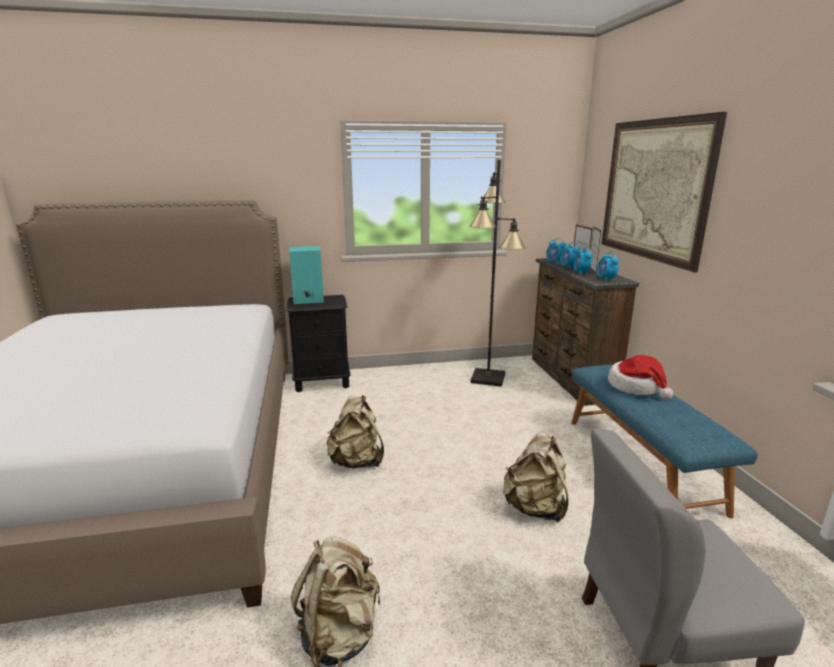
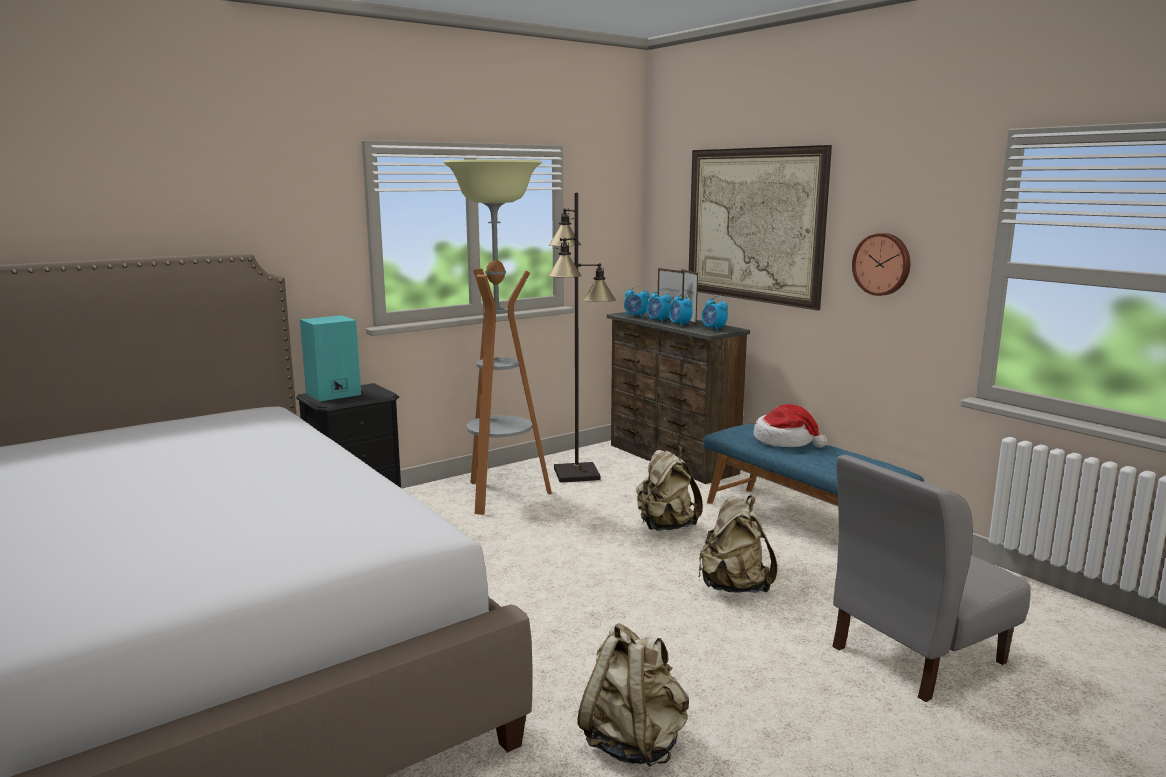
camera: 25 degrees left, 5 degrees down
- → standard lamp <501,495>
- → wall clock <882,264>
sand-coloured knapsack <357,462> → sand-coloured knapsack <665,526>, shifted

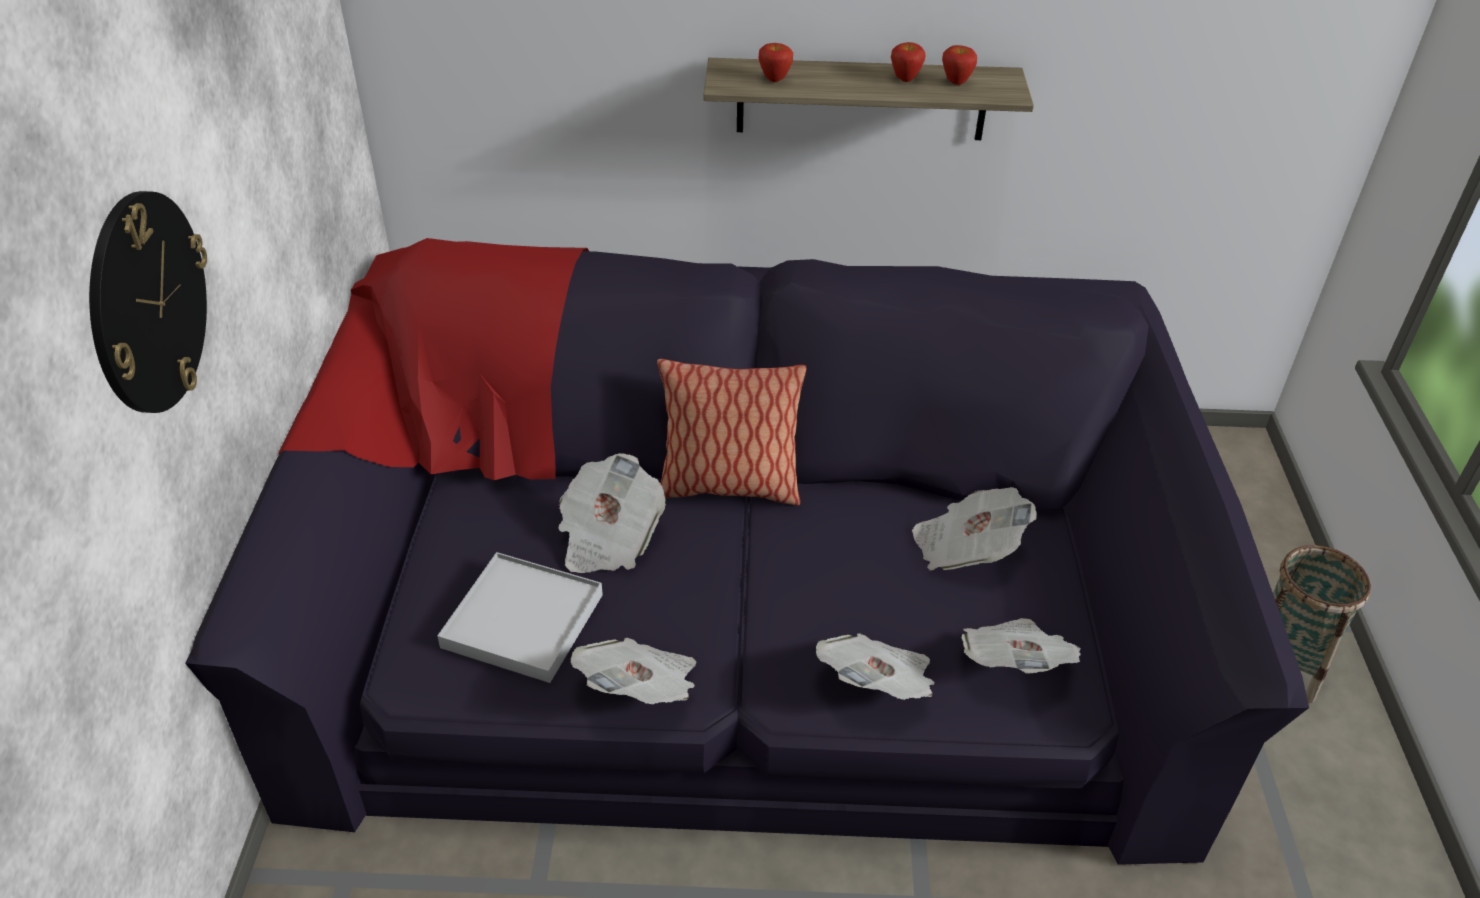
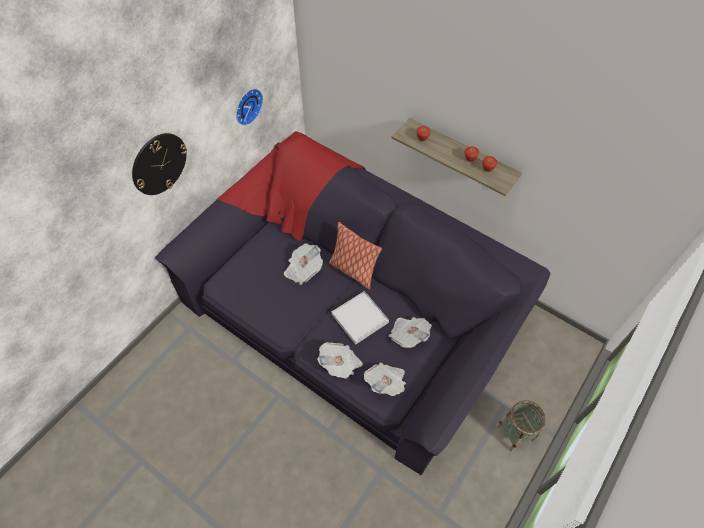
camera: 35 degrees right, 15 degrees up
newspaper <641,690> → -
- → wall clock <247,105>
white-coloured serving tray <523,621> → white-coloured serving tray <360,318>, shifted

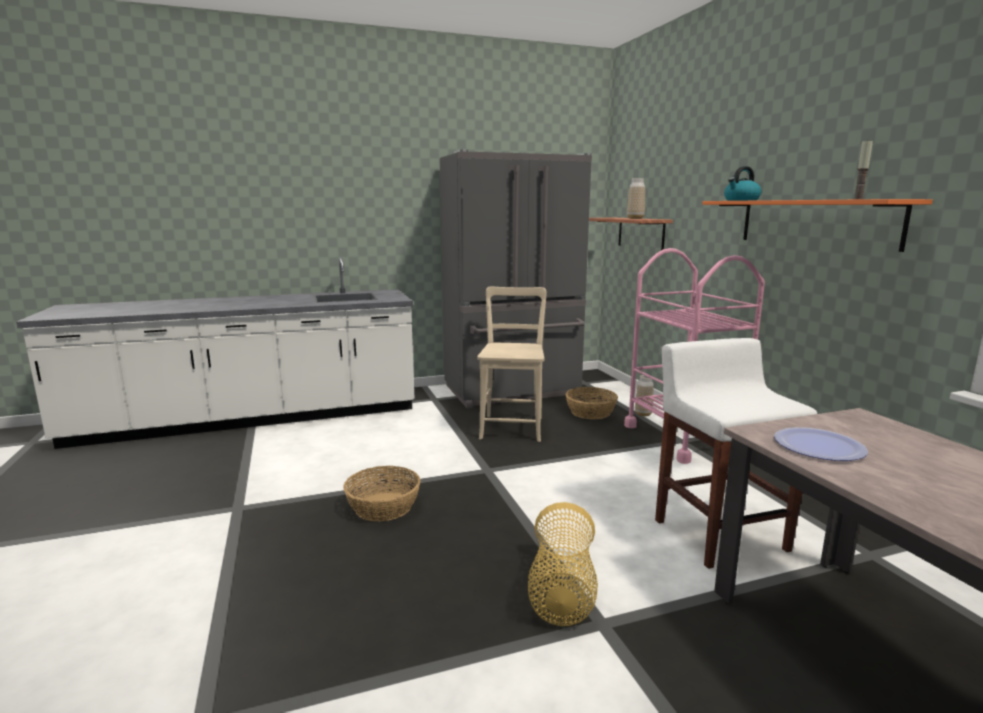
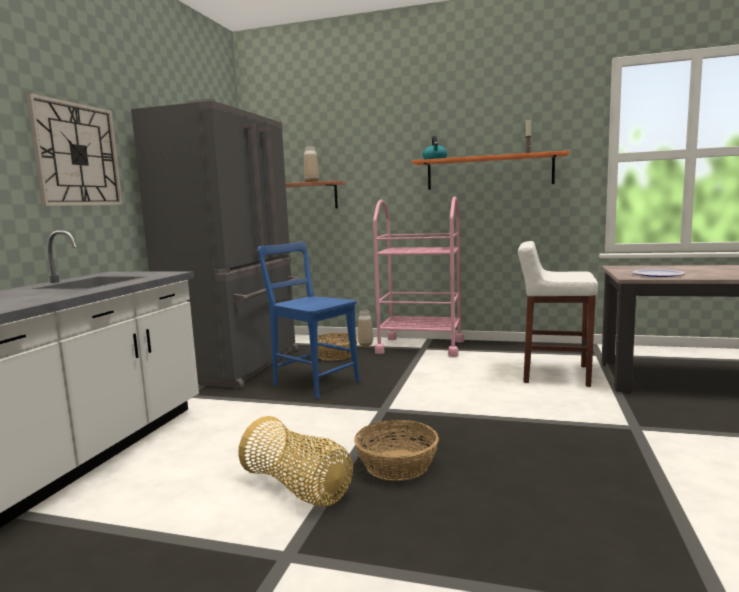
camera: 55 degrees left, 5 degrees down
- → wall clock <77,155>
household basket <561,591> → household basket <298,489>, shifted
sand-coloured upright chair <512,426> → bluish upright chair <313,382>

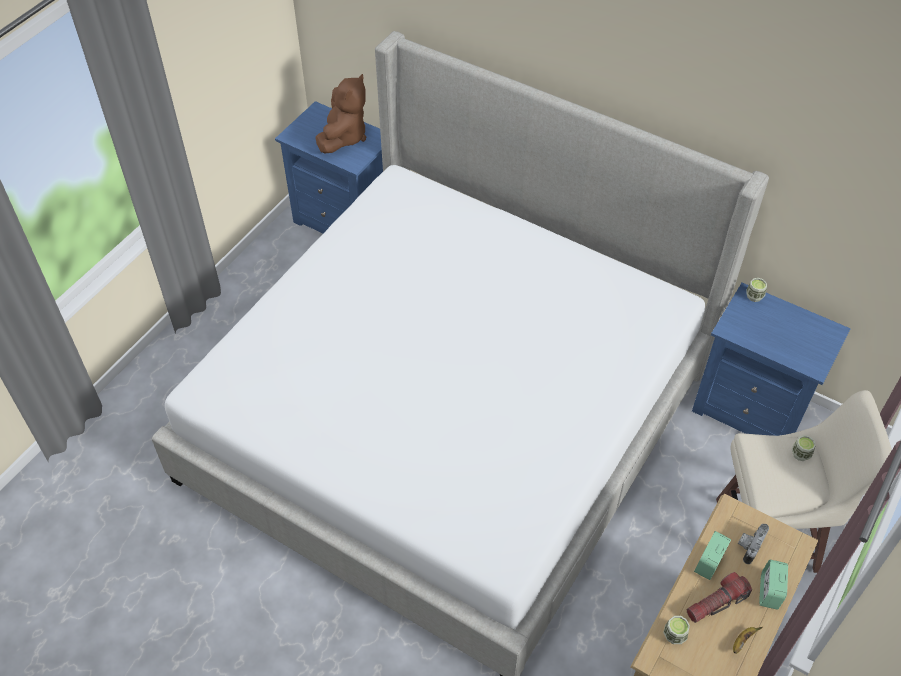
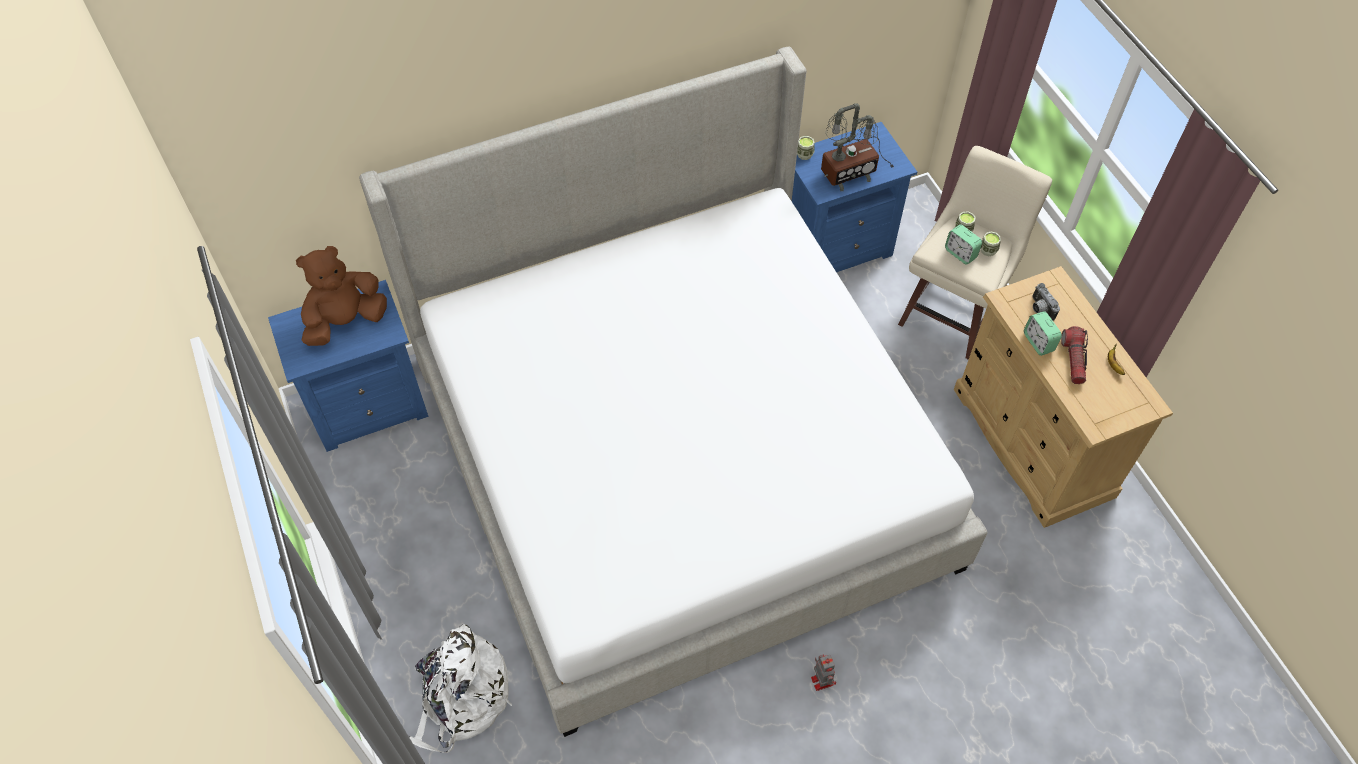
camera: 55 degrees left, 5 degrees up
- → white-coloured knapsack <461,699>
- → model robot <821,680>
- → tabletop lamp <852,168>
drinking cup <674,635> → drinking cup <988,250>, shifted
alarm clock <769,592> → alarm clock <960,253>, shifted
brown soft toy <344,137> → brown soft toy <346,321>, 90 degrees counterclockwise

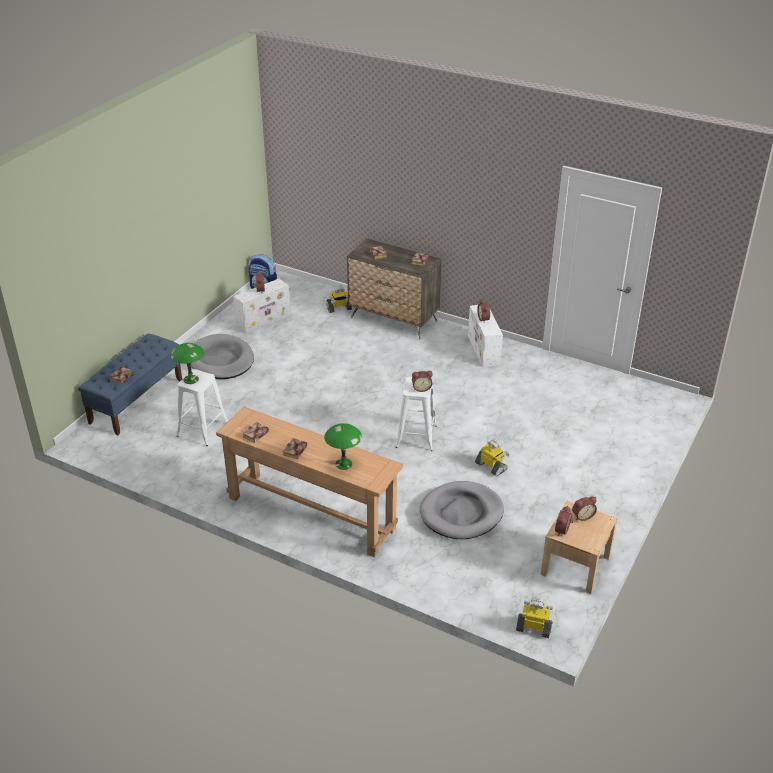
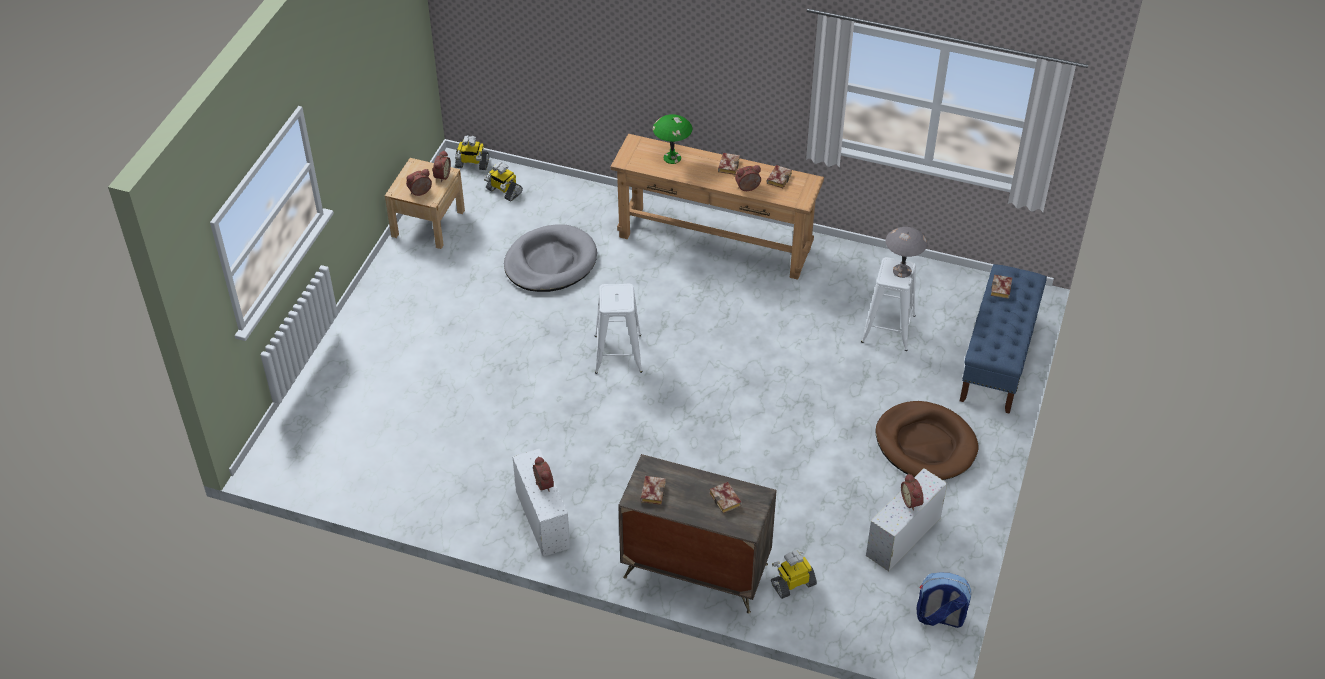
camera: 170 degrees right, 10 degrees up
alarm clock <421,388> → alarm clock <748,188>, shifted
model robot <491,466> → model robot <503,191>, shifted
green-coloured tabletop lamp <191,379> → greyish tabletop lamp <901,271>
greyish dog cushion <221,360> → brown dog cushion <925,444>

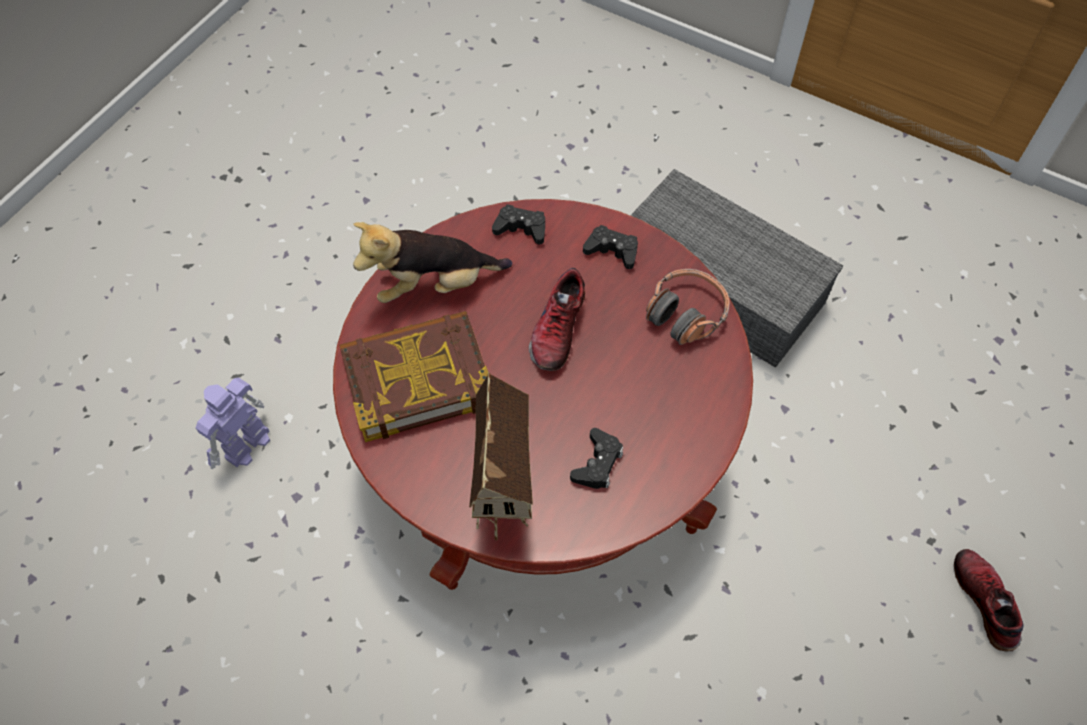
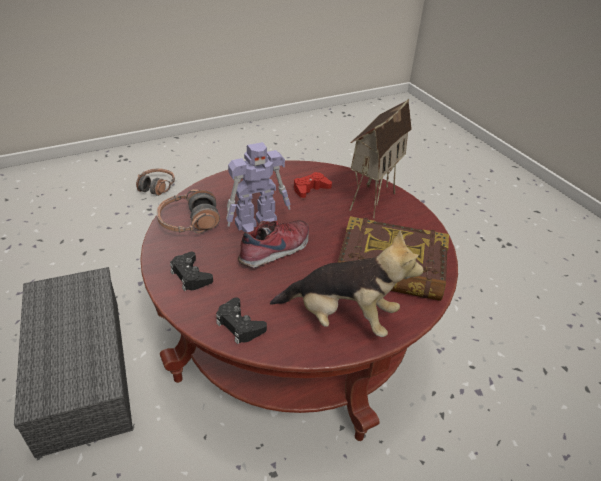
camera: 150 degrees left, 20 degrees down
model robot <245,445> → model robot <257,223>, shifted
item of footwear <986,601> → headset <156,187>
black joypad <597,463> → red joypad <310,189>

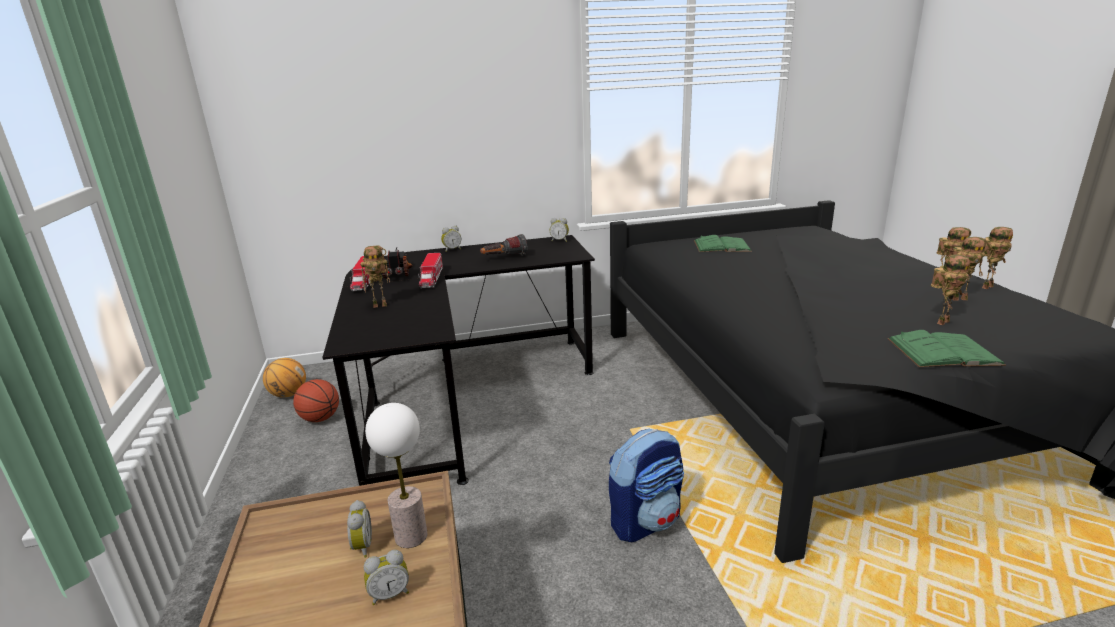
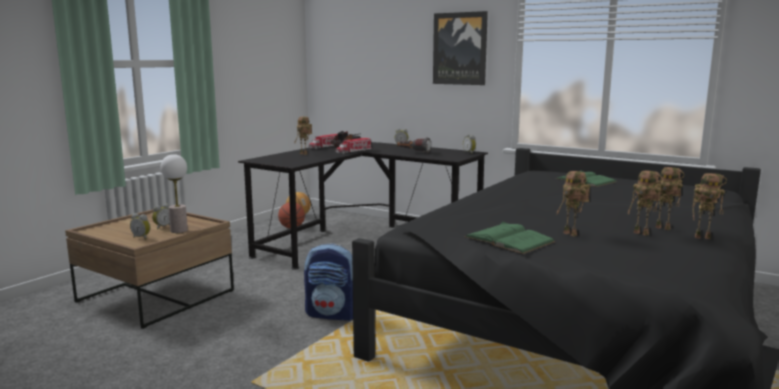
camera: 45 degrees right, 10 degrees down
- → wall art <460,48>
model robot <941,321> → model robot <572,234>, 45 degrees clockwise

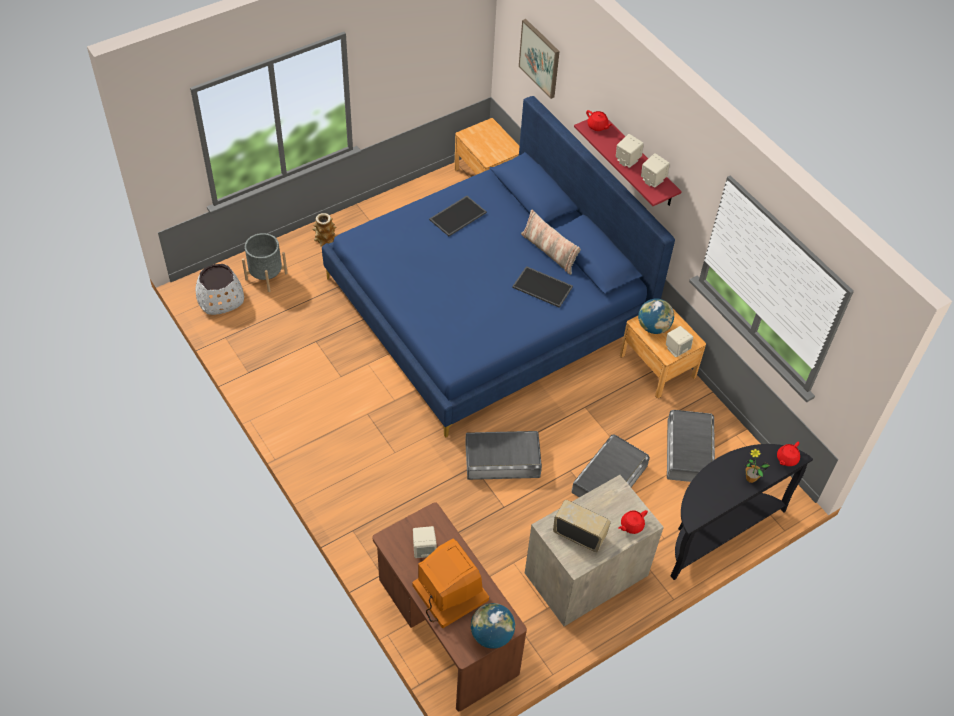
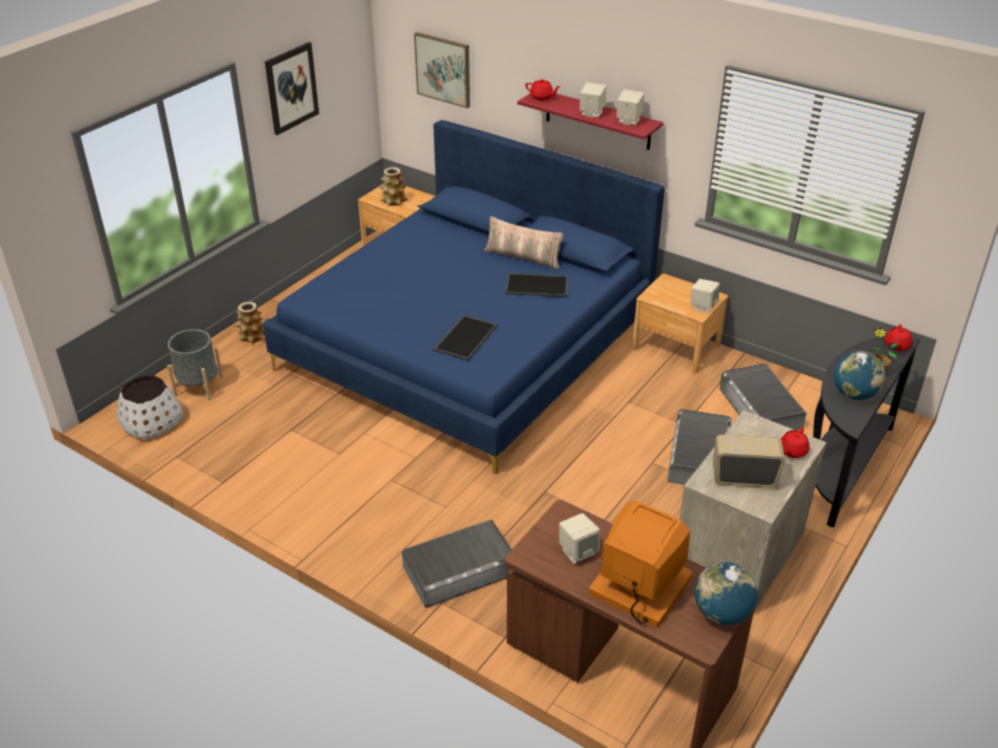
camera: 20 degrees left, 15 degrees down
- → wall art <291,88>
- → flower vase <393,201>
serving tray <457,215> → serving tray <465,337>, shifted
greyish storage container <502,460> → greyish storage container <459,570>, shifted
globe <653,327> → globe <854,394>, shifted

